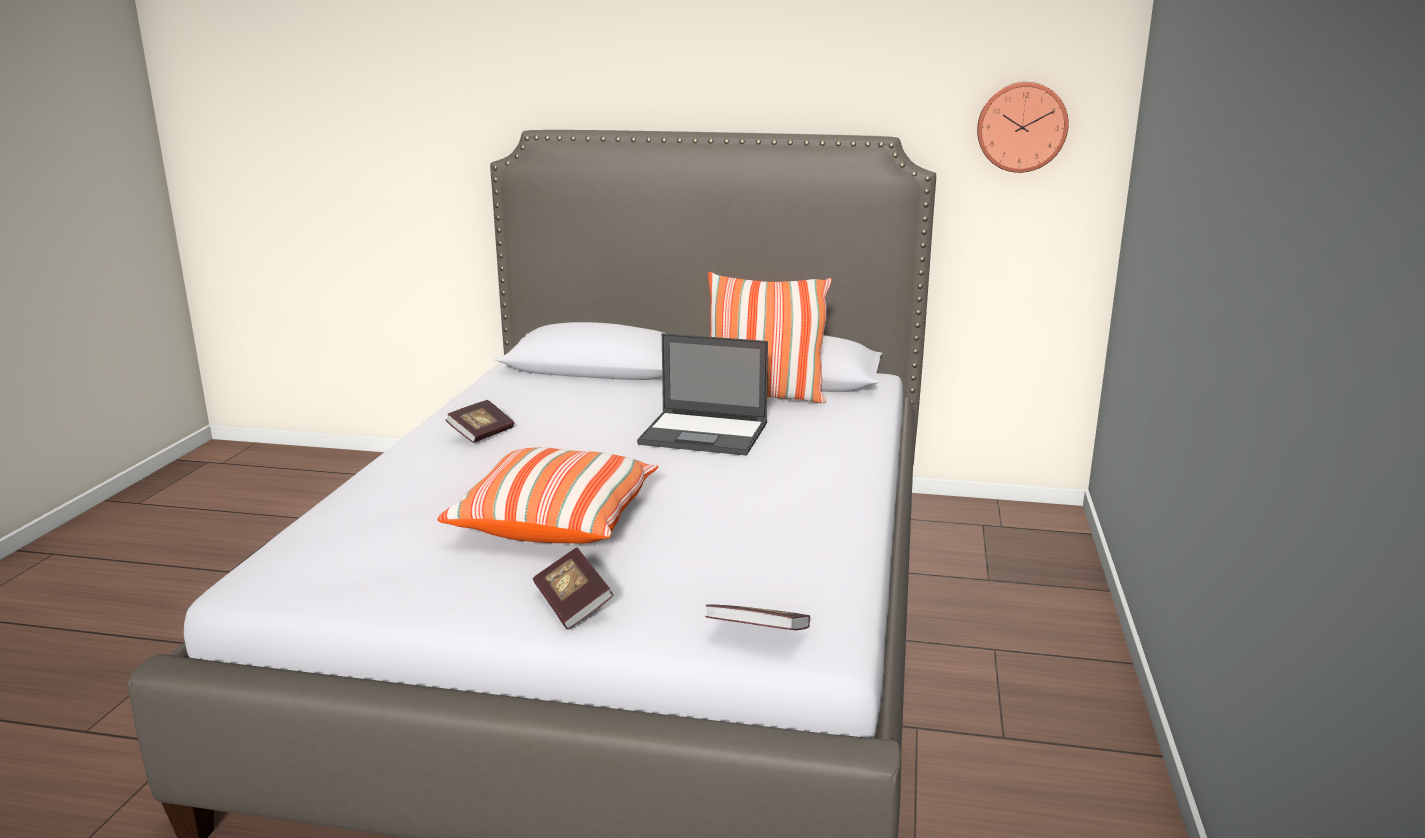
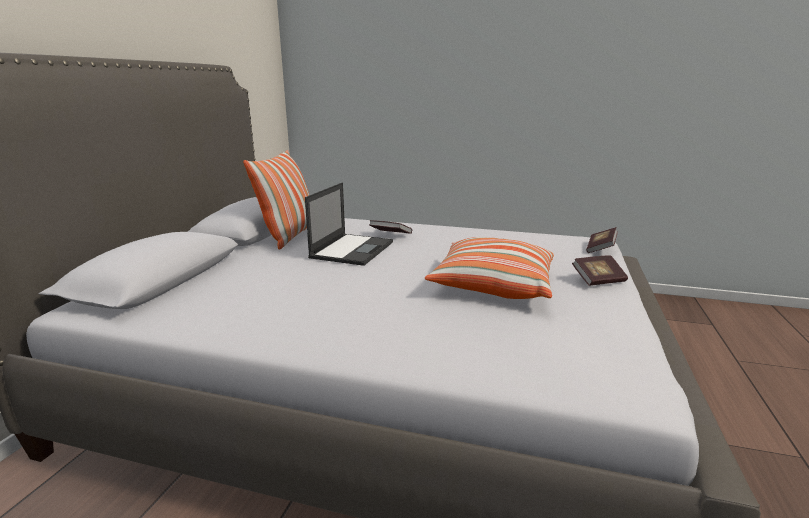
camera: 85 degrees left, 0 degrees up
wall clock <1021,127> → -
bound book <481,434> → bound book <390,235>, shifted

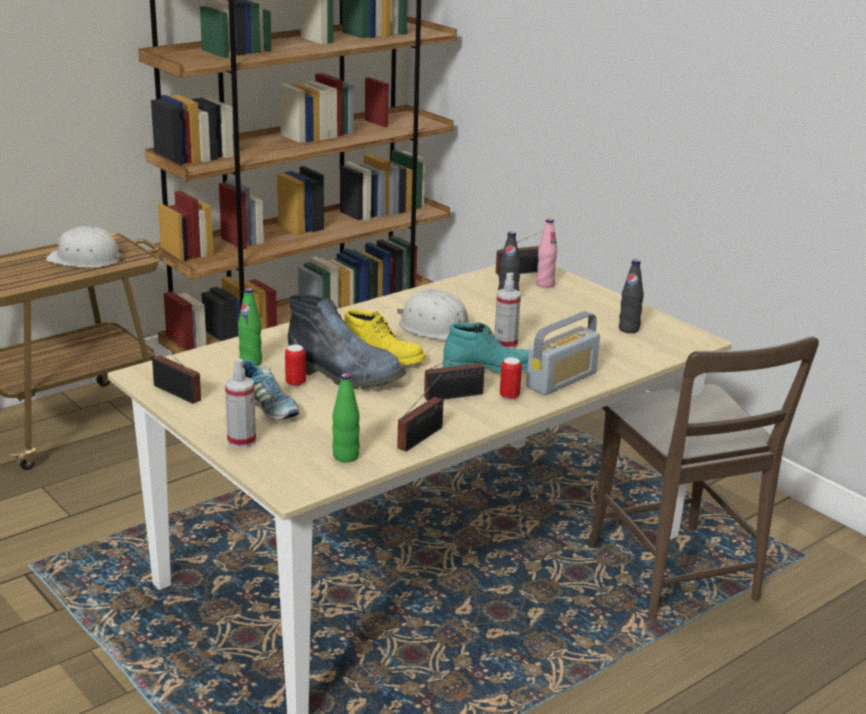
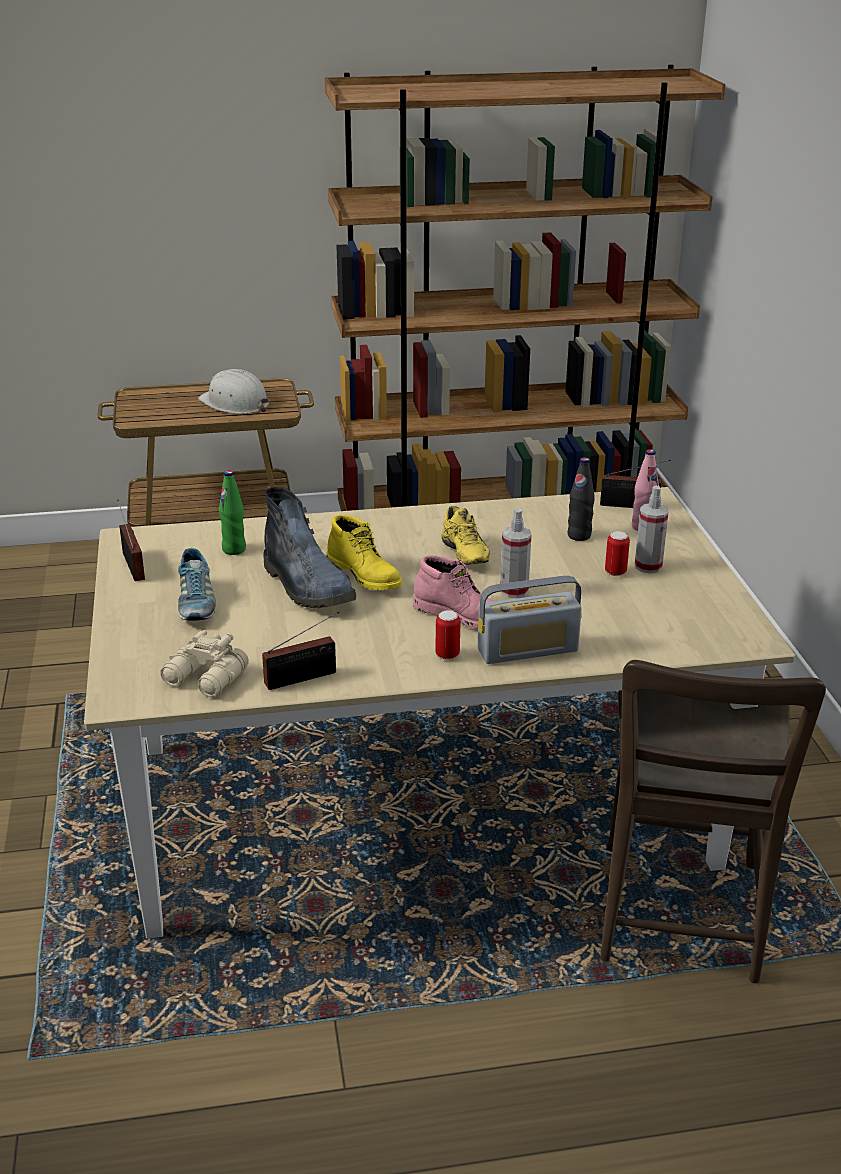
camera: 30 degrees right, 5 degrees up
radio receiver <457,395> → -
black drink bottle <628,329> → -
sprayer <241,441> → sprayer <648,566>, shifted
sealed can <295,383> → sealed can <615,572>, shifted
green-coloured drink bottle <346,456> → sand-coloured binoculars <206,678>
white-coloured safety helmet <438,328> → yellowish item of footwear <461,555>
blue-green boot <489,368> → pink-coloured boot <463,615>

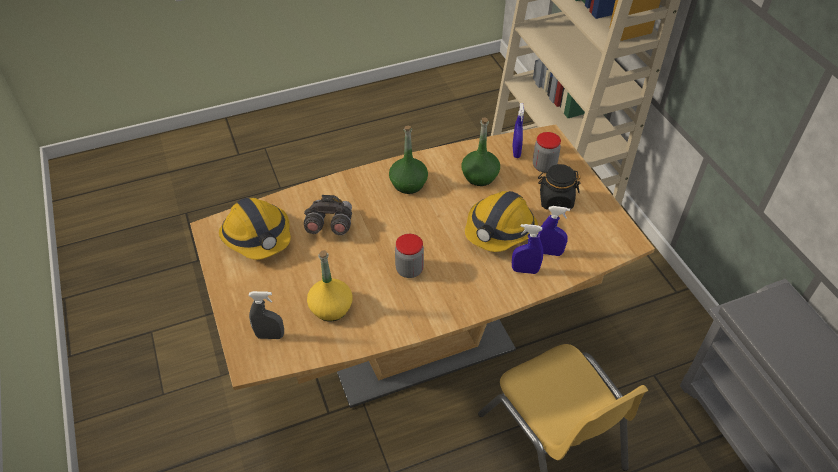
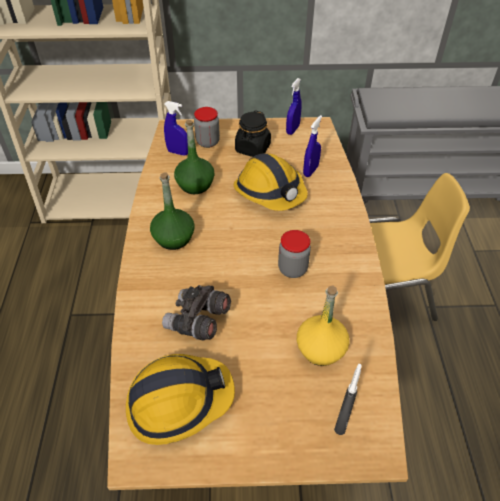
camera: 70 degrees left, 0 degrees up
bluish sprayer <525,270> → bluish sprayer <292,130>, shifted

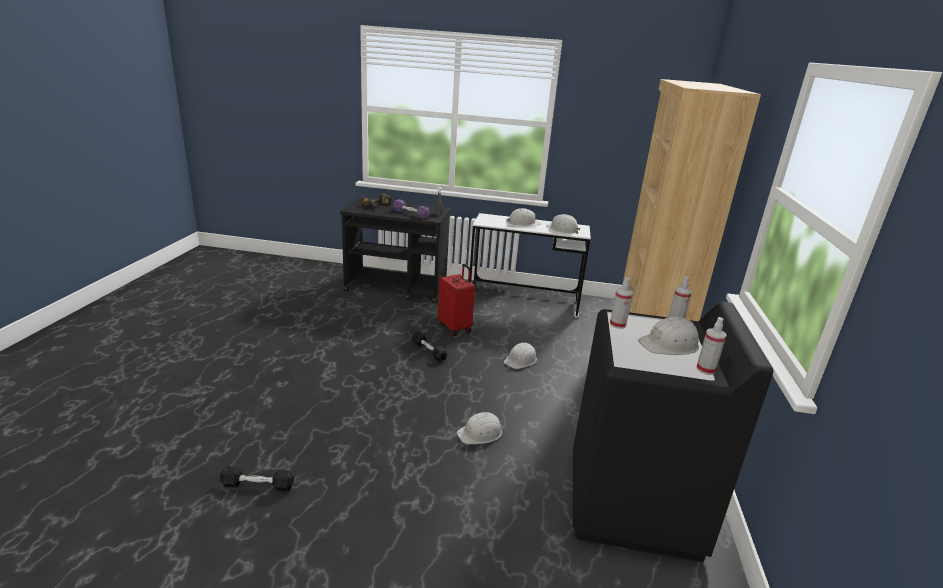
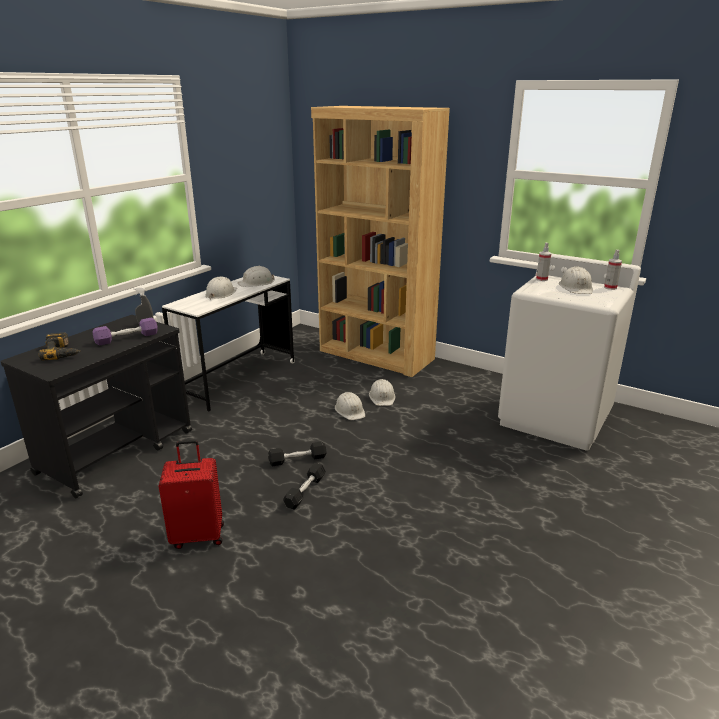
camera: 65 degrees left, 0 degrees up
sprayer <617,325> → -
black hand weight <258,485> → black hand weight <305,492>, shifted
red travel case <455,327> → red travel case <198,535>, shifted
white-coloured safety helmet <480,433> → white-coloured safety helmet <382,397>, shifted
black laundry machine <633,504> → white-coloured laundry machine <556,418>

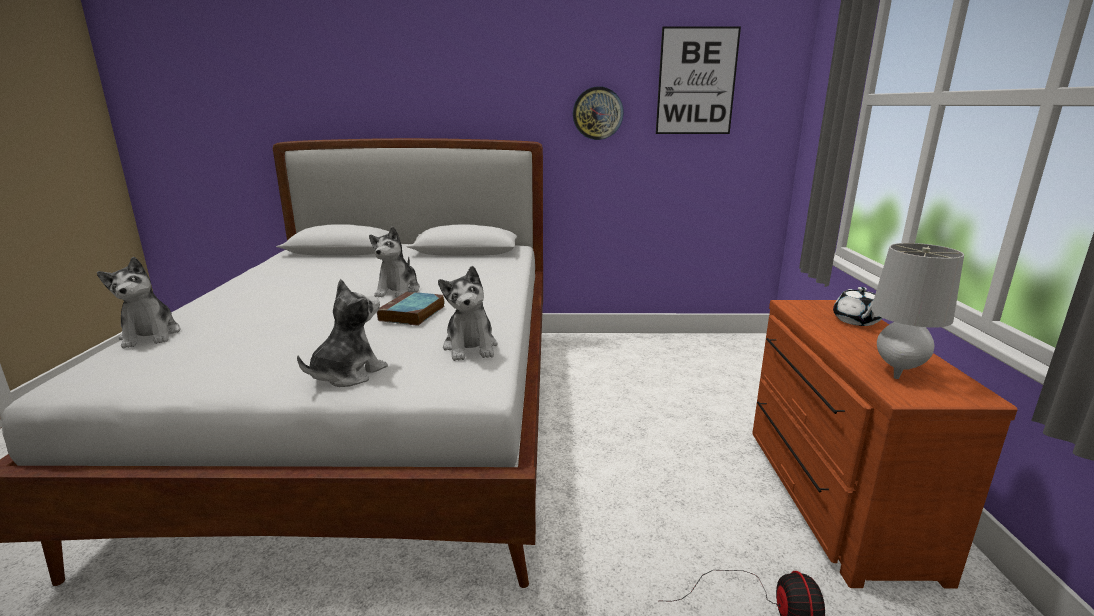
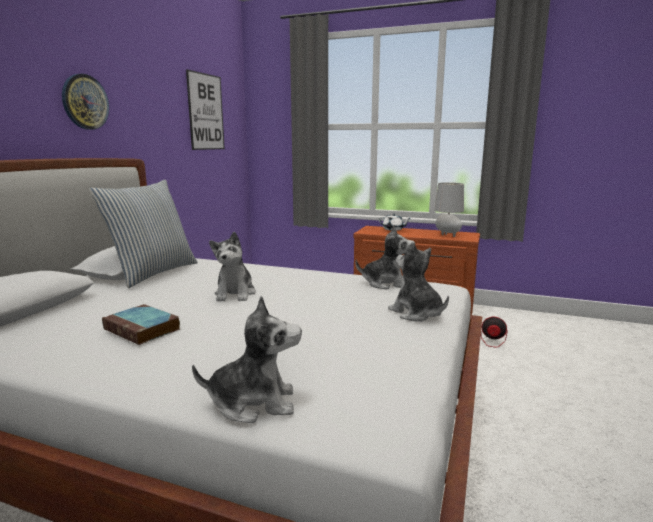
camera: 70 degrees left, 5 degrees down
- → throw pillow <153,273>
bound book <412,314> → bound book <143,329>, shifted
wall clock <597,113> → wall clock <85,102>, shifted
soft toy <398,290> → soft toy <235,294>, 60 degrees clockwise

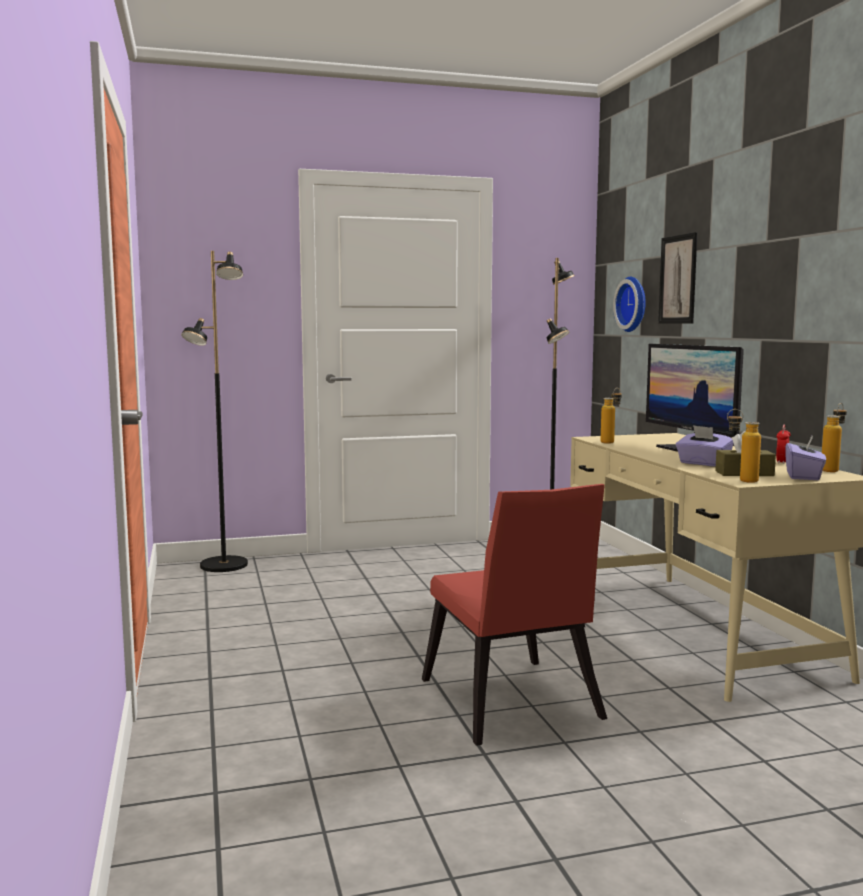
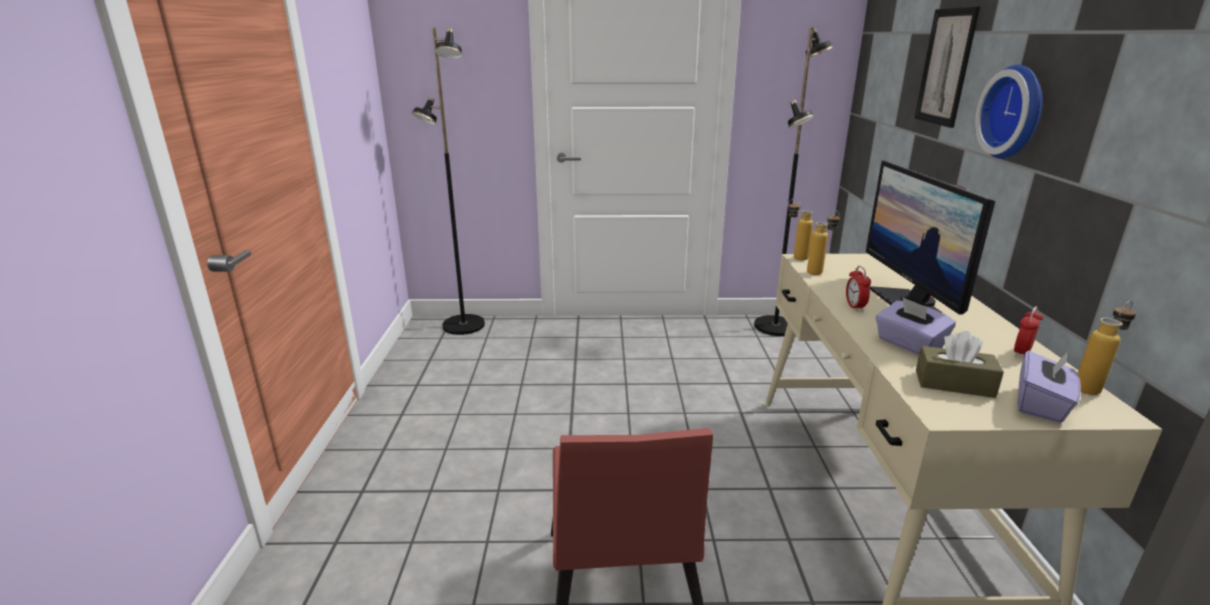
camera: 15 degrees right, 15 degrees up
- → alarm clock <854,307>
wall clock <634,304> → wall clock <1016,112>, shifted
drink bottle <741,480> → drink bottle <794,257>, shifted

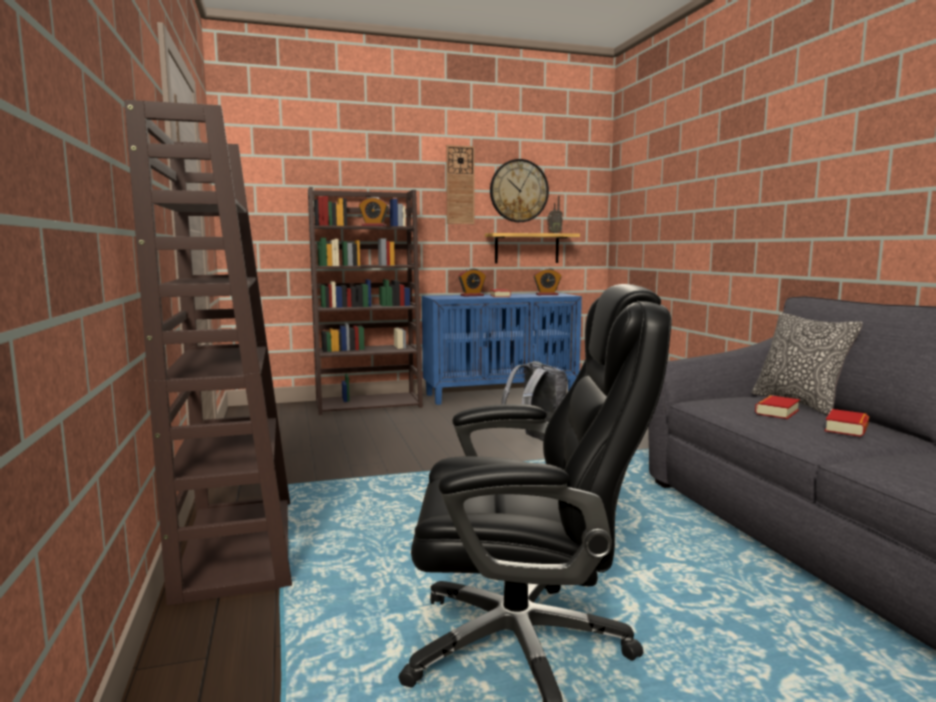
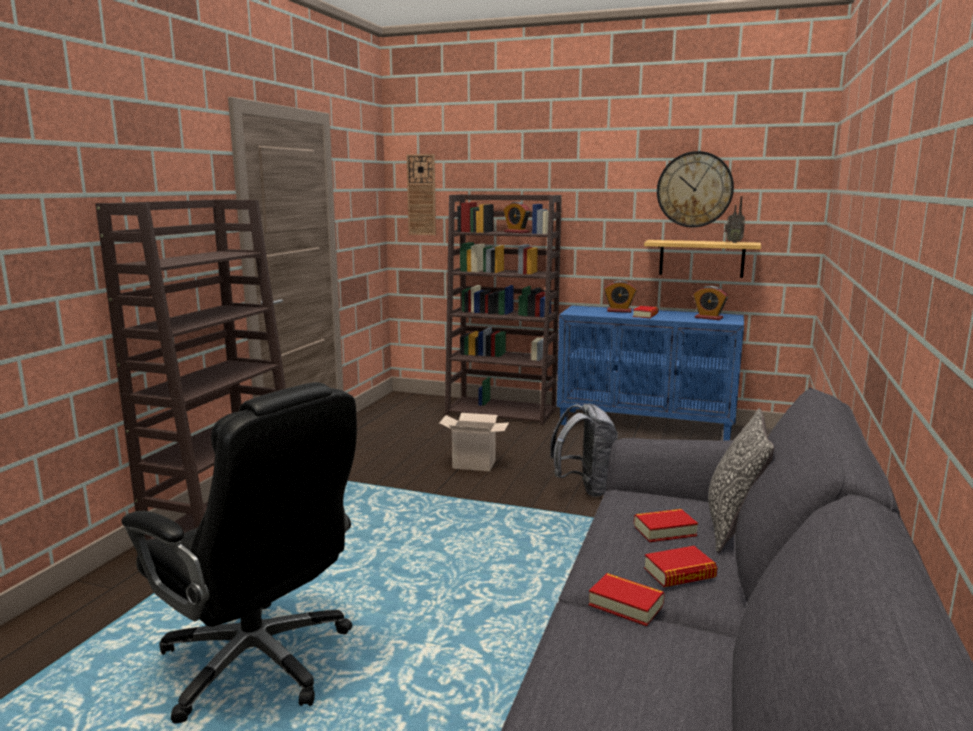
camera: 35 degrees right, 5 degrees up
- → packing box <475,464>
- → bound book <626,605>
wall clock <460,185> → wall clock <421,195>, shifted

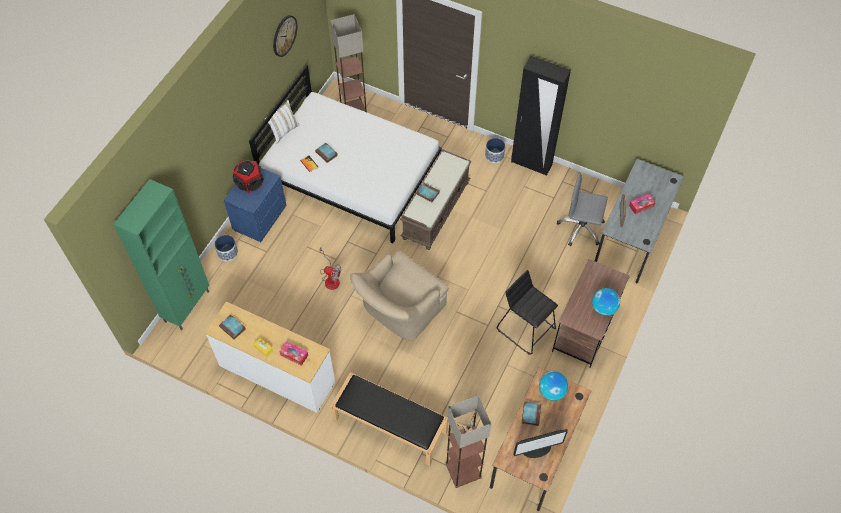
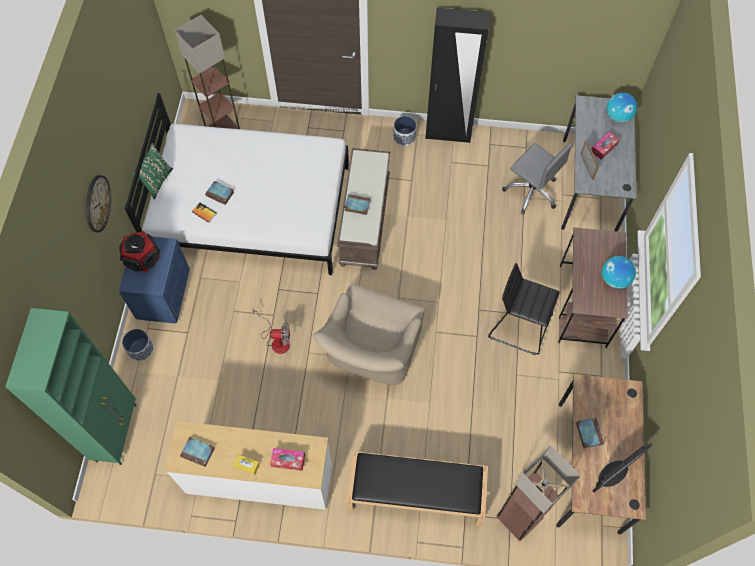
camera: 20 degrees left, 5 degrees up
wall clock <284,35> → wall clock <97,203>, shifted
globe <552,391> → globe <618,117>, shifted
white-coloured throw pillow <283,131> → green-coloured throw pillow <157,181>
greyish office chair <581,228> → greyish office chair <531,192>, 135 degrees counterclockwise

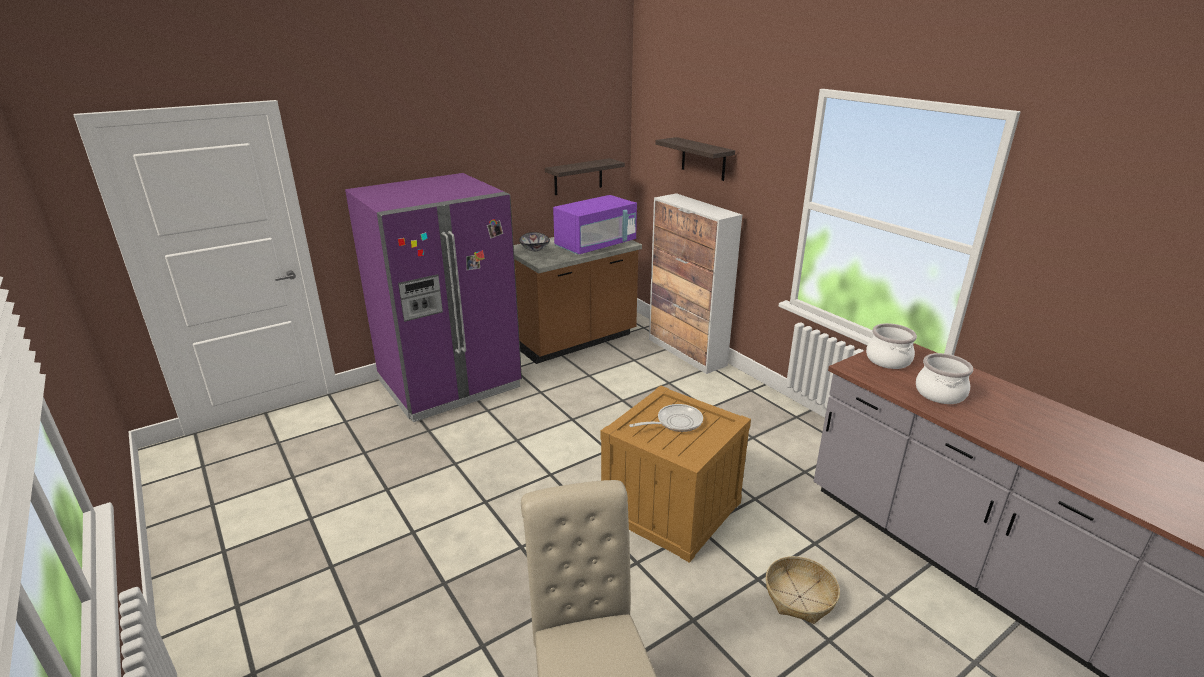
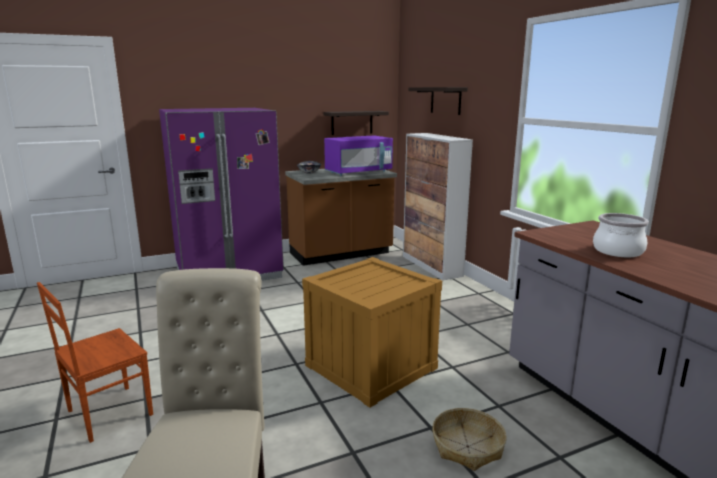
camera: 10 degrees right, 10 degrees down
skillet <675,422> → -
saucepot <887,360> → -
- → brown upright chair <108,413>

